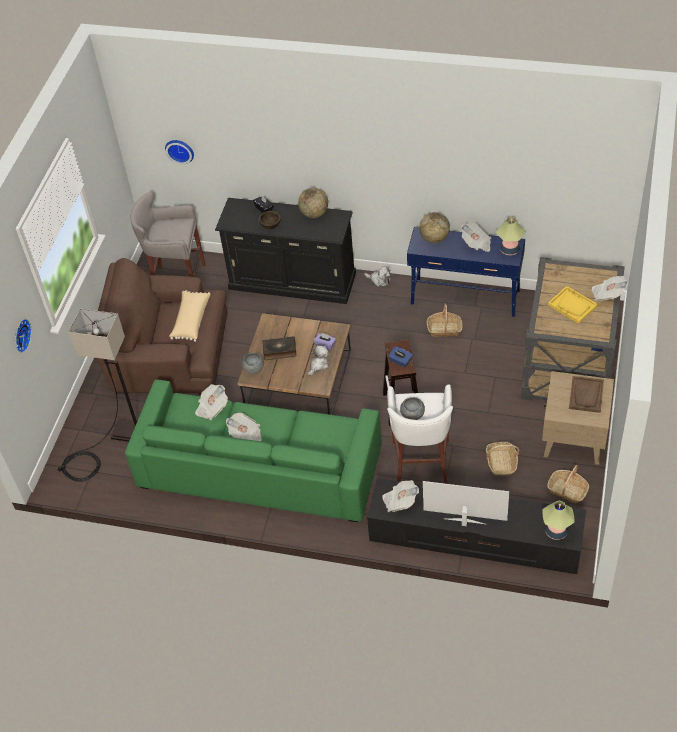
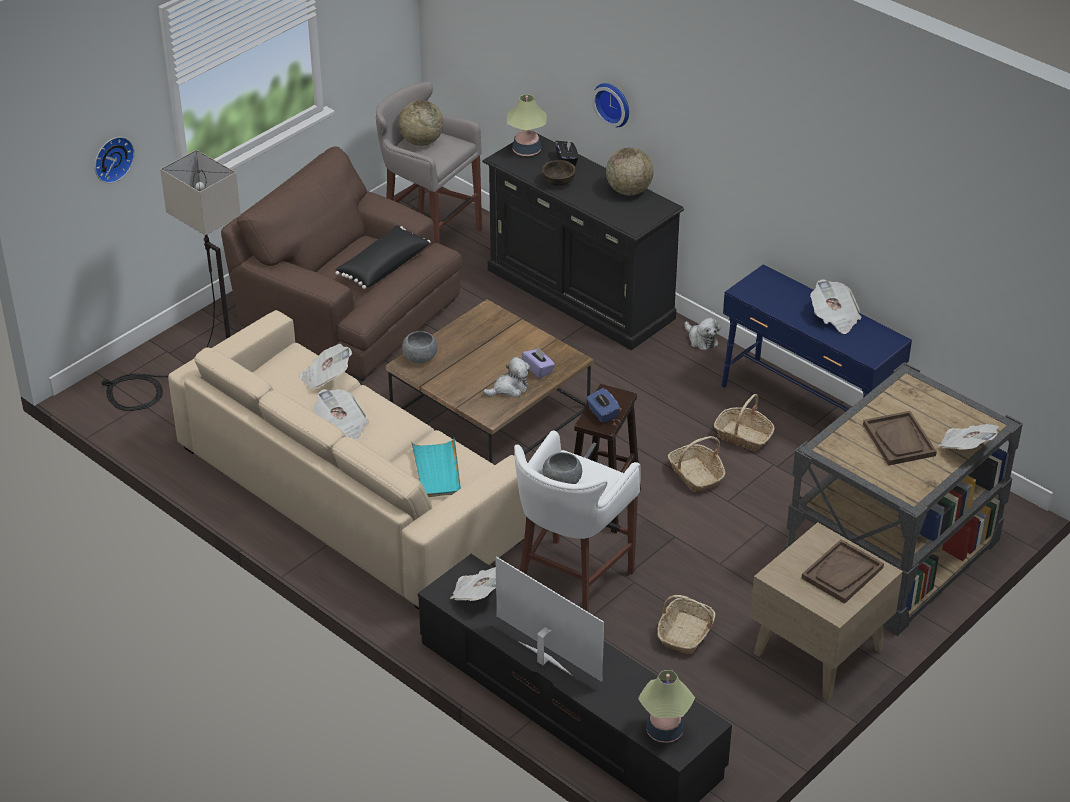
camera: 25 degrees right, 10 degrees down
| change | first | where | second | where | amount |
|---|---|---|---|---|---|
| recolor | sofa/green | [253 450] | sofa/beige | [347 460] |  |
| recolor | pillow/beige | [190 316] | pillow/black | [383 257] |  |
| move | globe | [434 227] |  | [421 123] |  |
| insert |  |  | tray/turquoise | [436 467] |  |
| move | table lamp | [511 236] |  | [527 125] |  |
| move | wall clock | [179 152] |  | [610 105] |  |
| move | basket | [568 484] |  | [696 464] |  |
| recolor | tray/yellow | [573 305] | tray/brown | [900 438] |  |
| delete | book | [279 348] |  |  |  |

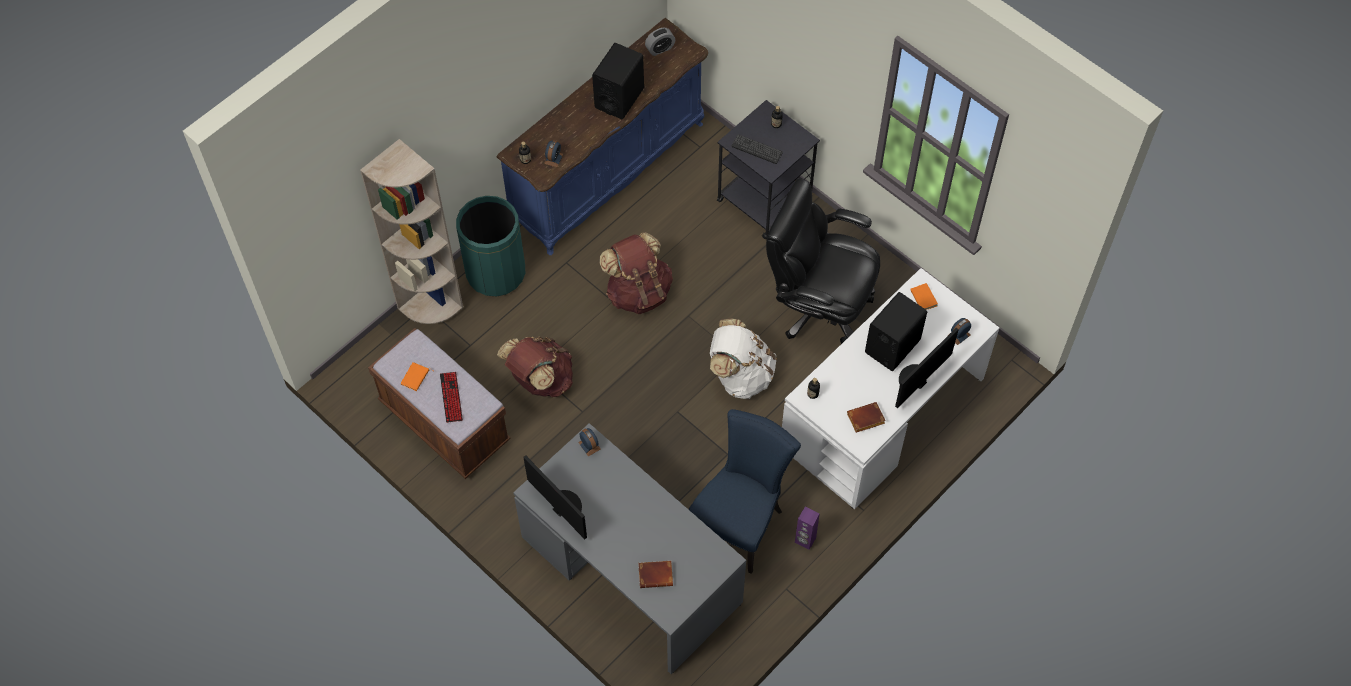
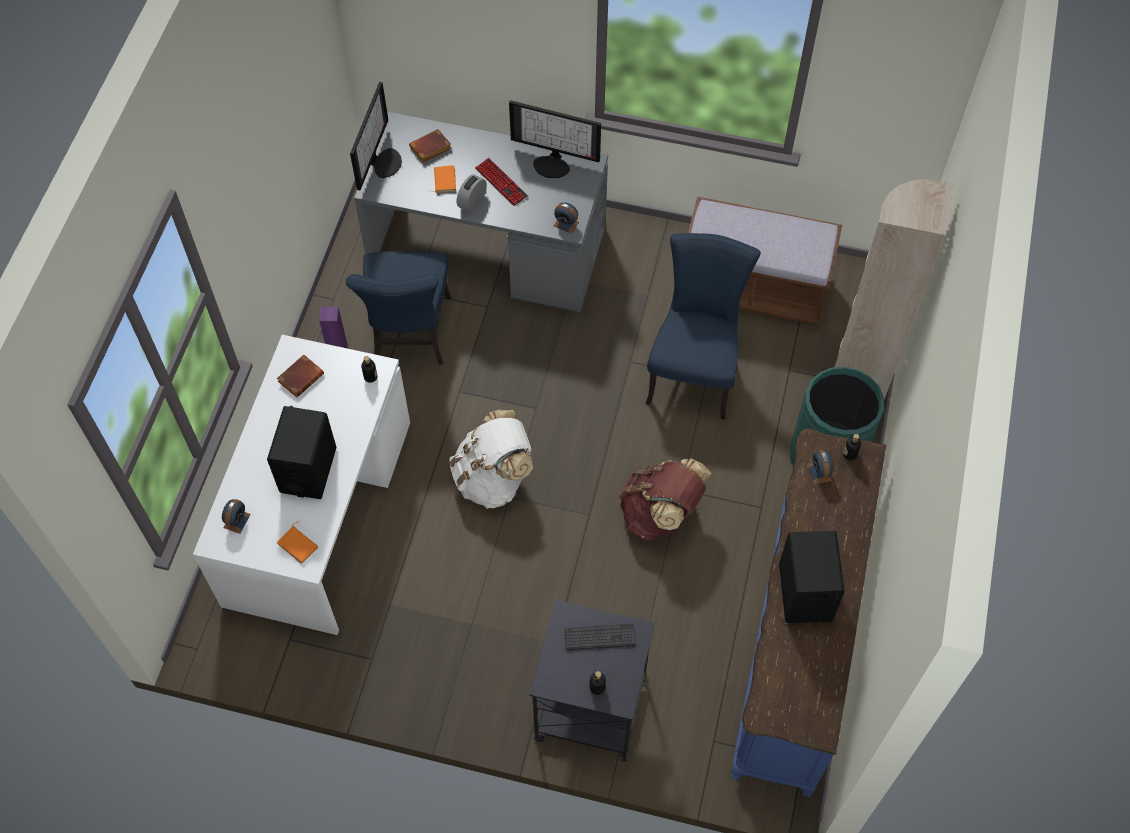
camera: 150 degrees right, 0 degrees up
| change | first | where | second | where | amount |
|---|---|---|---|---|---|
| move | monitor | [927 368] |  | [376 136] |  |
| move | book/orange | [417 376] |  | [445 179] |  |
| move | alarm clock | [660 42] |  | [472 193] |  |
| move | keyboard | [451 397] |  | [501 182] |  |
| replace | backpack/brown | [535 366] | chair/blue | [703 326] |  |
| delete | office chair/black | [823 261] |  |  |  |

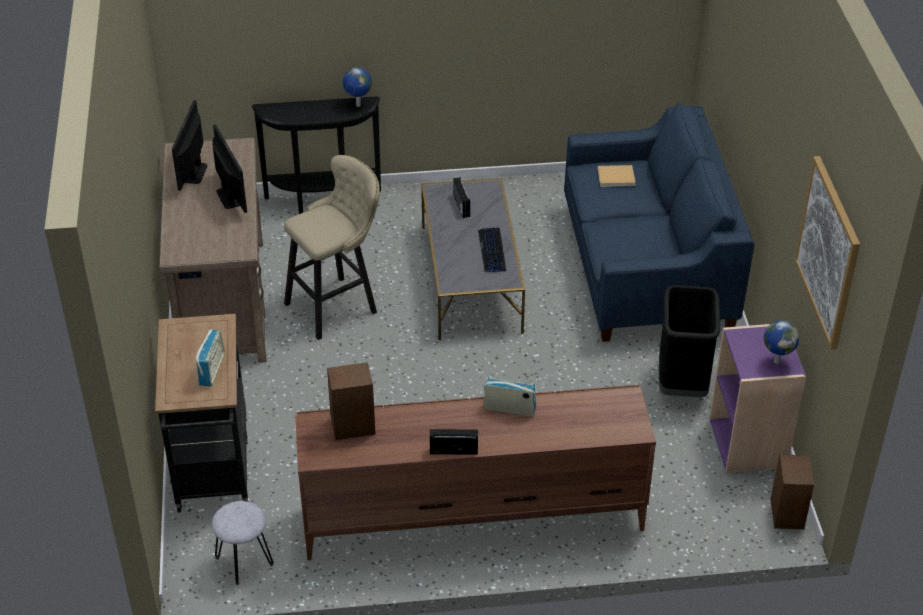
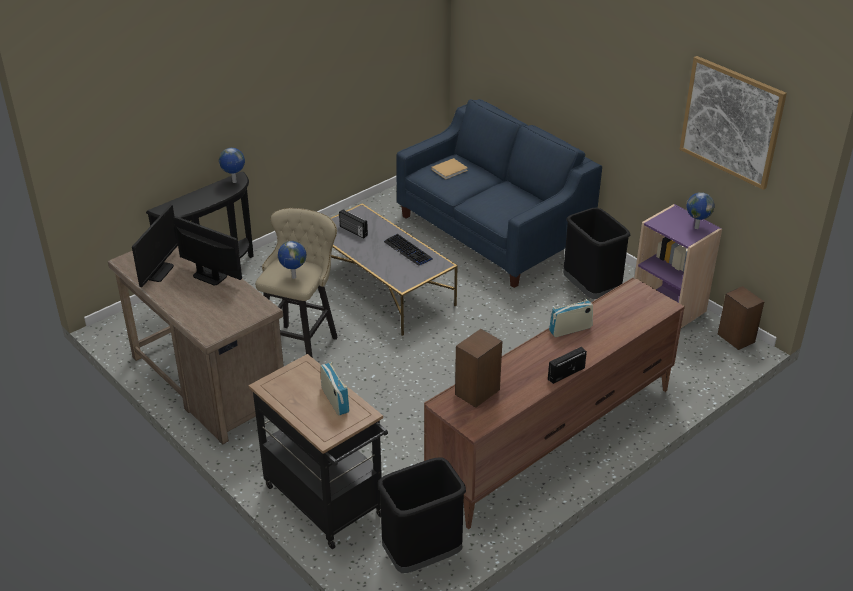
camera: 35 degrees left, 5 degrees down
| change | first | where | second | where | amount |
|---|---|---|---|---|---|
| rotate | monitor | [189 145] |  | [155 246] | 135 degrees counterclockwise |
| insert |  |  | globe | [292 260] |  |
| replace | stool/grey | [242 543] | trash can/black | [422 515] |  |

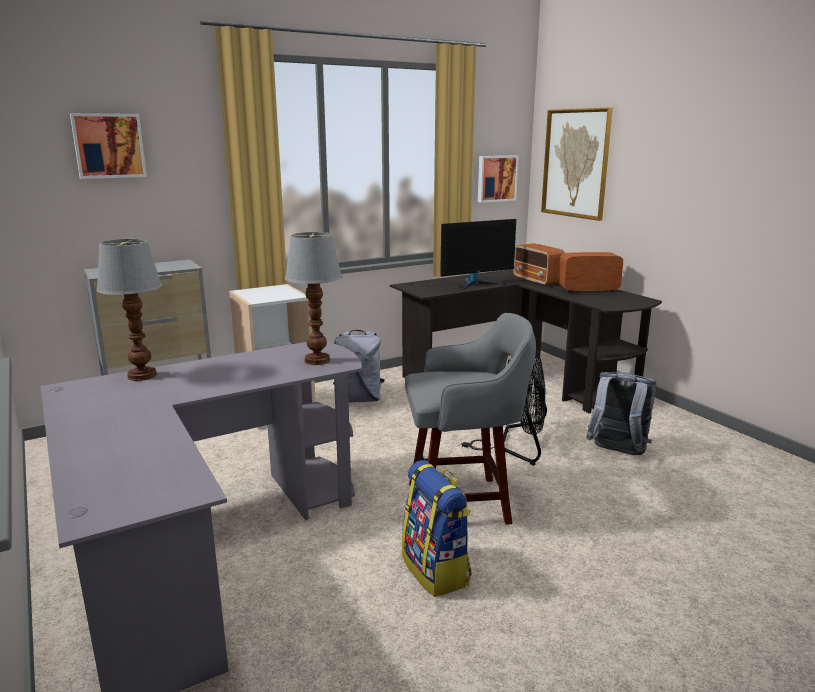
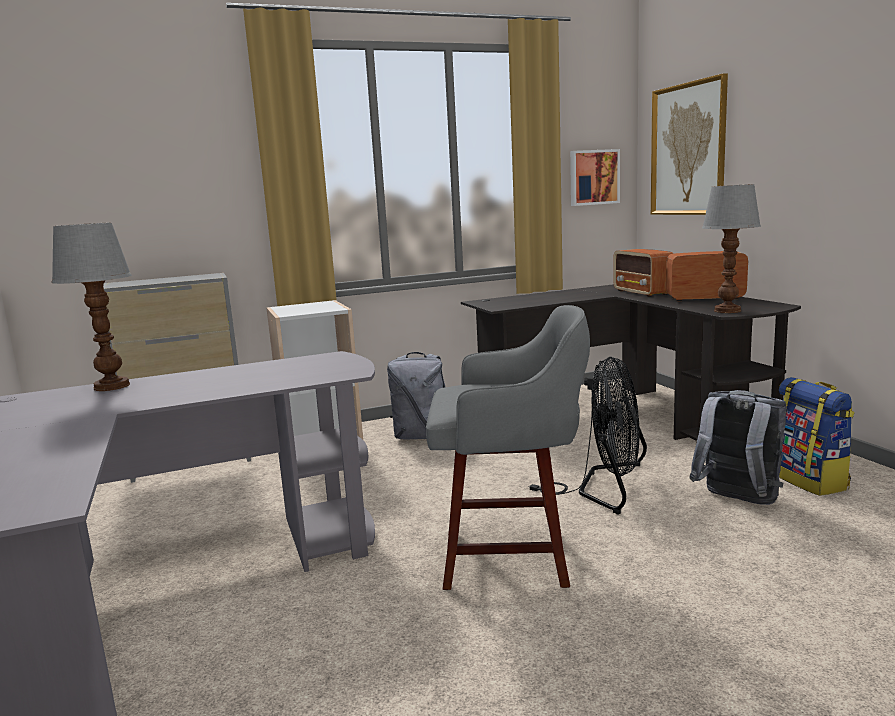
camera: 10 degrees right, 5 degrees down
| change | first | where | second | where | amount |
|---|---|---|---|---|---|
| move | table lamp | [313 298] |  | [731 248] |  |
| move | backpack | [437 528] |  | [817 436] |  |
| delete | picture | [108 146] |  |  |  |
| delete | monitor | [478 254] |  |  |  |

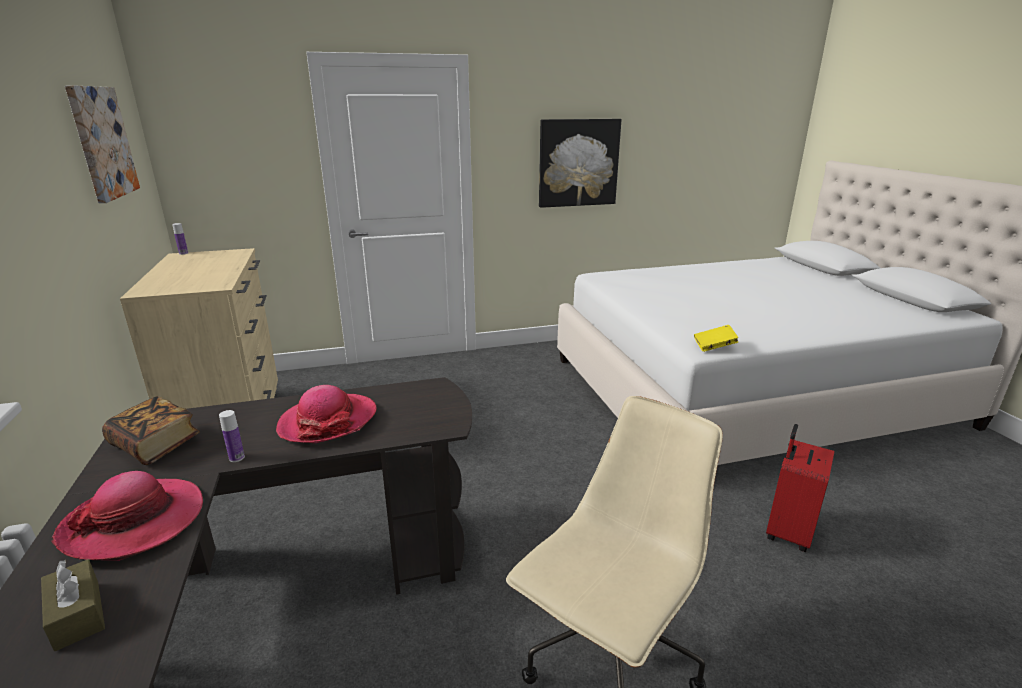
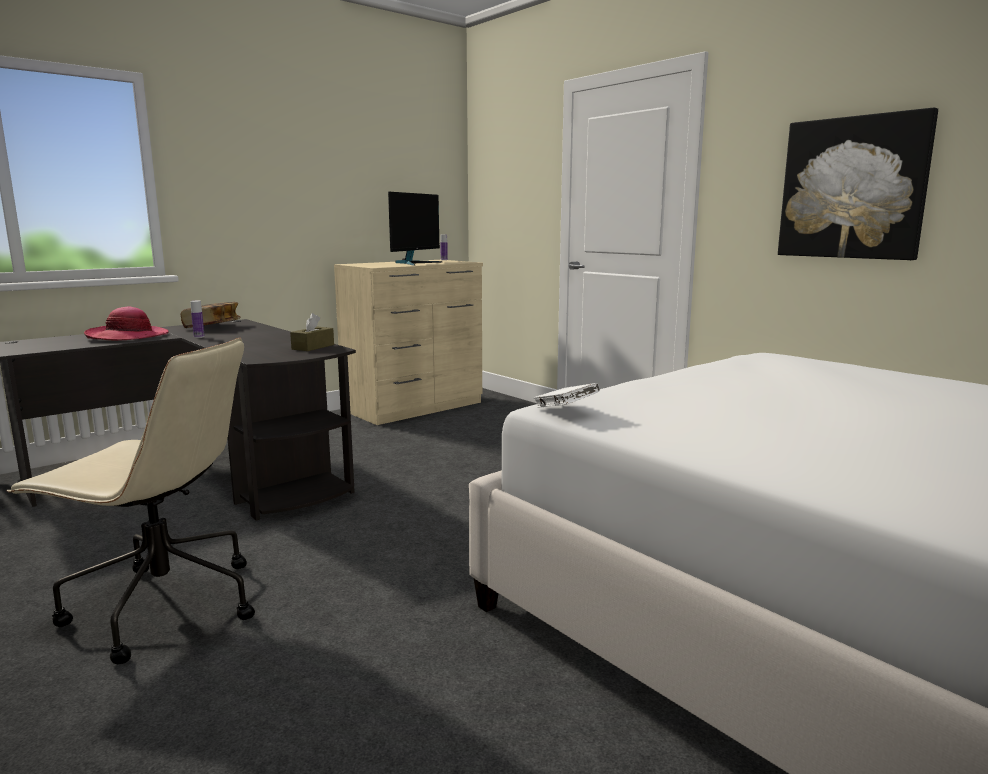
camera: 65 degrees right, 10 degrees down
| change | first | where | second | where | amount |
|---|---|---|---|---|---|
| move | tissue box/brown | [73 605] |  | [312 332] |  |
| insert |  |  | monitor | [415 229] |  |
| recolor | book/yellow | [716 338] | book/white | [567 395] |  |
| delete | picture | [102 144] |  |  |  |
| delete | hat | [326 414] |  |  |  |
| delete | suitcase/red | [800 488] |  |  |  |

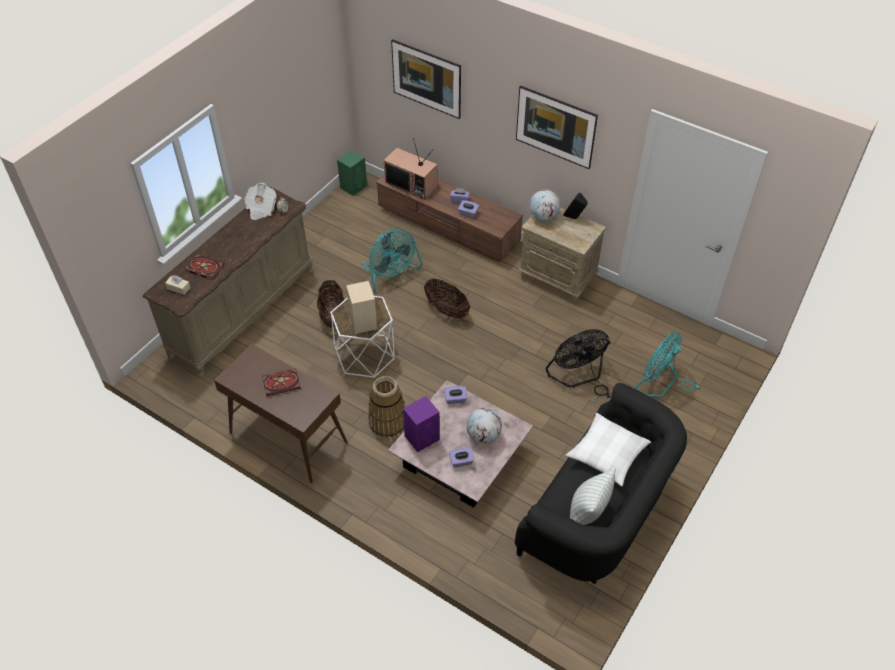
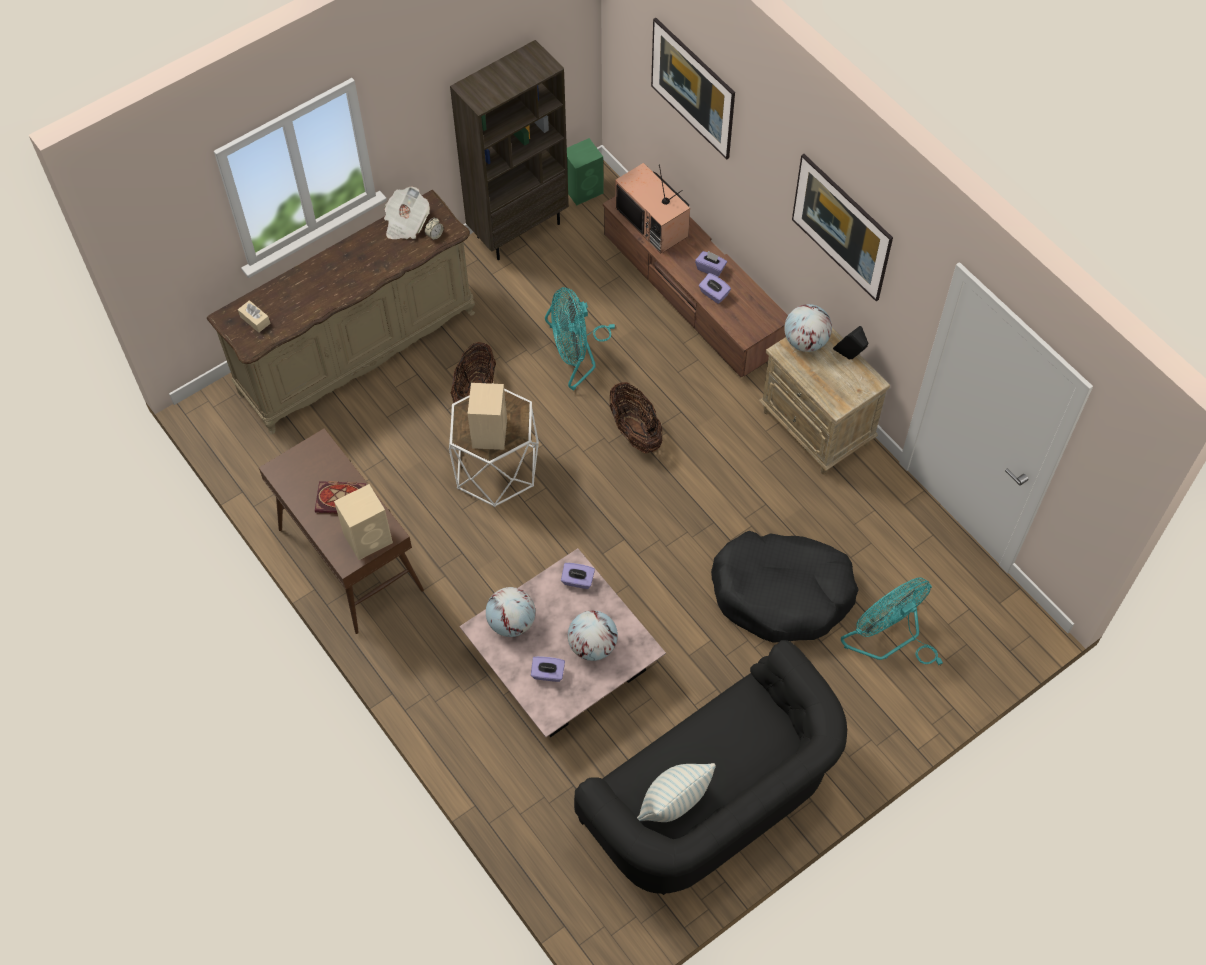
camera: 20 degrees right, 10 degrees up
| change | first | where | second | where | amount |
|---|---|---|---|---|---|
| insert |  |  | speaker/beige | [363 522] |  |
| insert |  |  | bookcase/brown | [509 150] |  |
| replace | speaker/purple | [421 424] | globe | [510 612] |  |
| rotate | fan/turquoise | [392 261] |  | [580 339] | 90 degrees clockwise |
| replace | fan/black | [578 363] | dog bed/black | [785 586] |  |
| delete | book | [205 267] |  |  |  |
| delete | basket | [386 407] |  |  |  |
| delete | pillow/white | [608 450] |  |  |  |

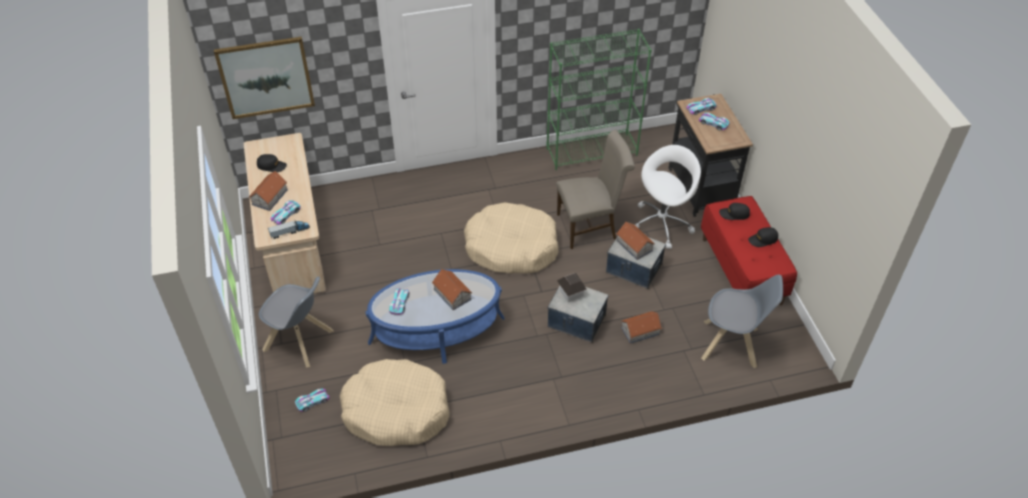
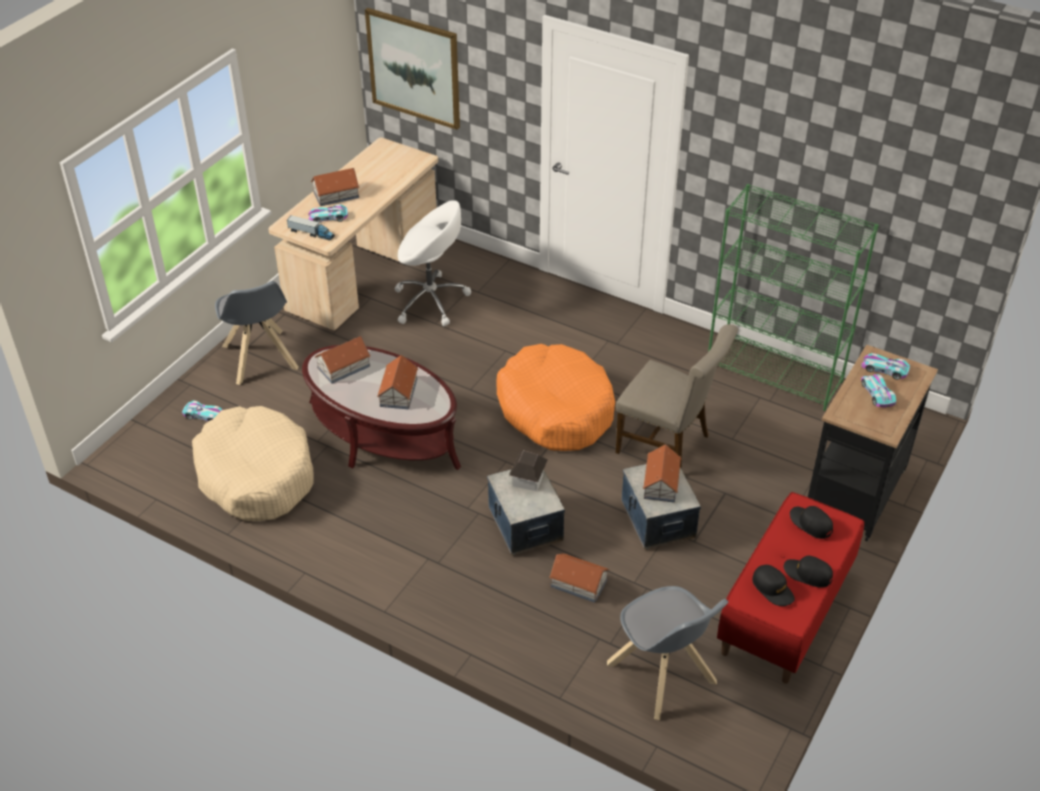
camera: 45 degrees right, 5 degrees down
| change | first | where | second | where | amount |
|---|---|---|---|---|---|
| recolor | coffee table/blue | [435 316] | coffee table/brown | [381 407] |  |
| replace | toy car | [399 301] | toy house | [343 360] |  |
| move | office chair/white | [668 197] |  | [433 263] |  |
| recolor | dog bed/beige | [511 238] | dog bed/orange | [556 397] |  |
| move | cap/black | [272 163] |  | [773 585] |  |

